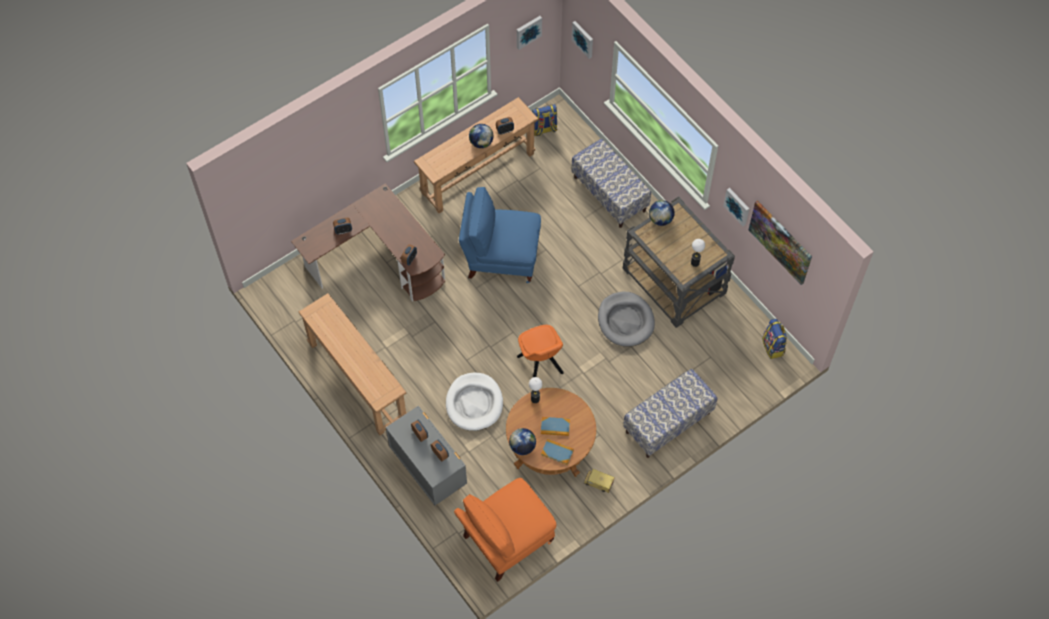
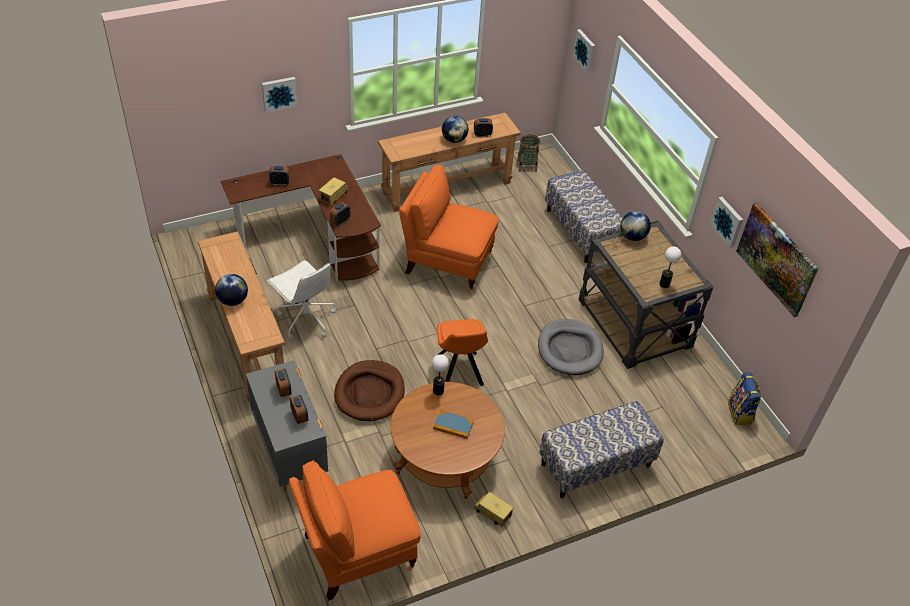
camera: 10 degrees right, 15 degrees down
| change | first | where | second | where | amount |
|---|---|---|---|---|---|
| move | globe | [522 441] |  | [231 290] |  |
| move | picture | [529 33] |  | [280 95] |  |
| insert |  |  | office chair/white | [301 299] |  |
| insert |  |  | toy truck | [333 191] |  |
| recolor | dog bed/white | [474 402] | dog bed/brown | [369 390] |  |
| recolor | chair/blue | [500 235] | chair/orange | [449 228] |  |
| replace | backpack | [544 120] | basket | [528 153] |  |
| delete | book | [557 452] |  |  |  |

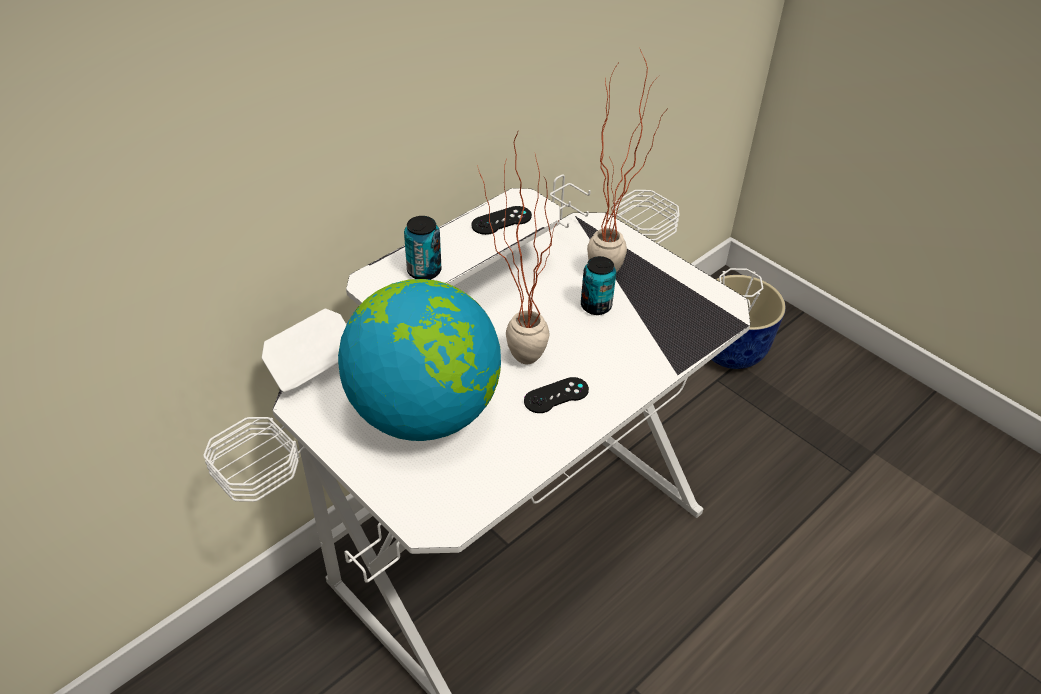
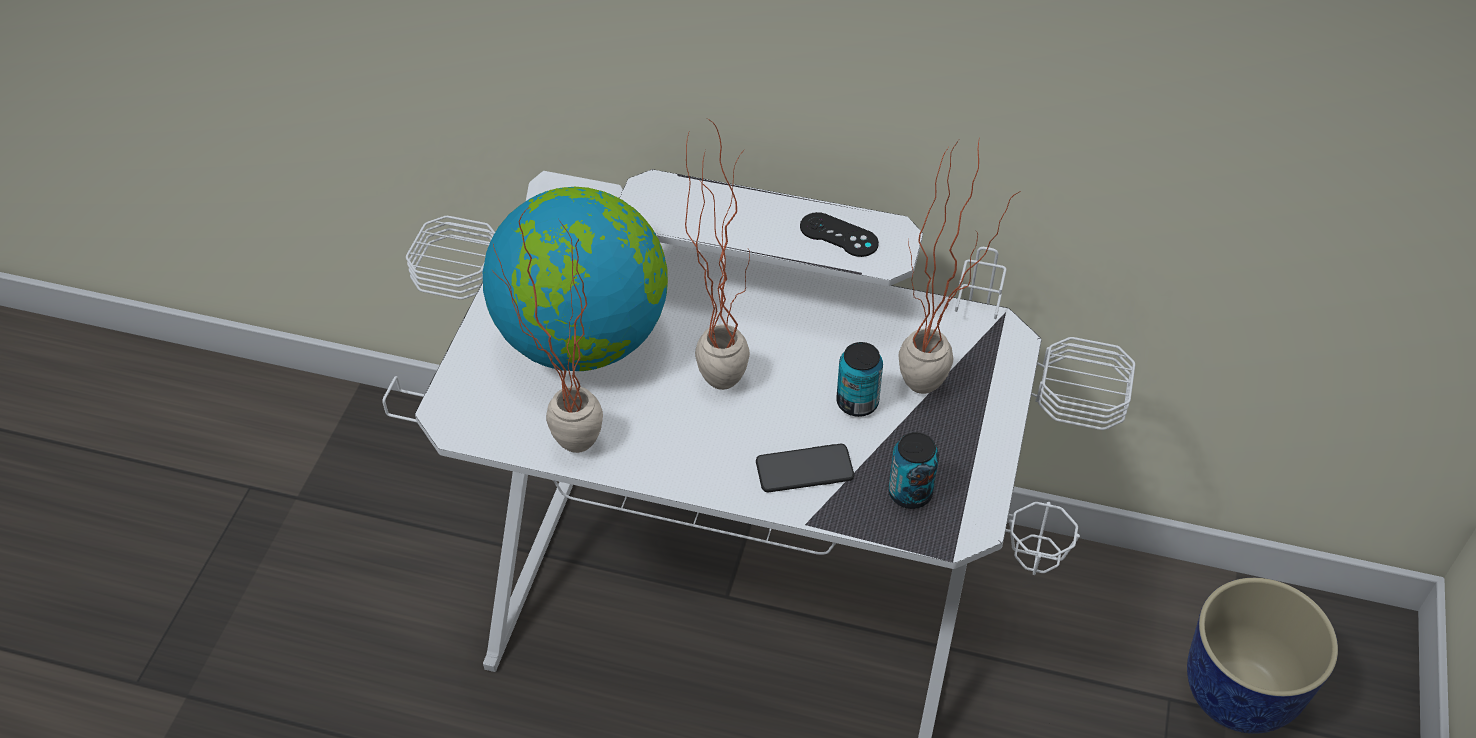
camera: 60 degrees right, 5 degrees up
| change | first | where | second | where | amount |
|---|---|---|---|---|---|
| insert |  |  | potted plant | [548 330] |  |
| insert |  |  | phone | [805 468] |  |
| move | can | [423 248] |  | [913 470] |  |
| delete | game controller/black | [556 395] |  |  |  |

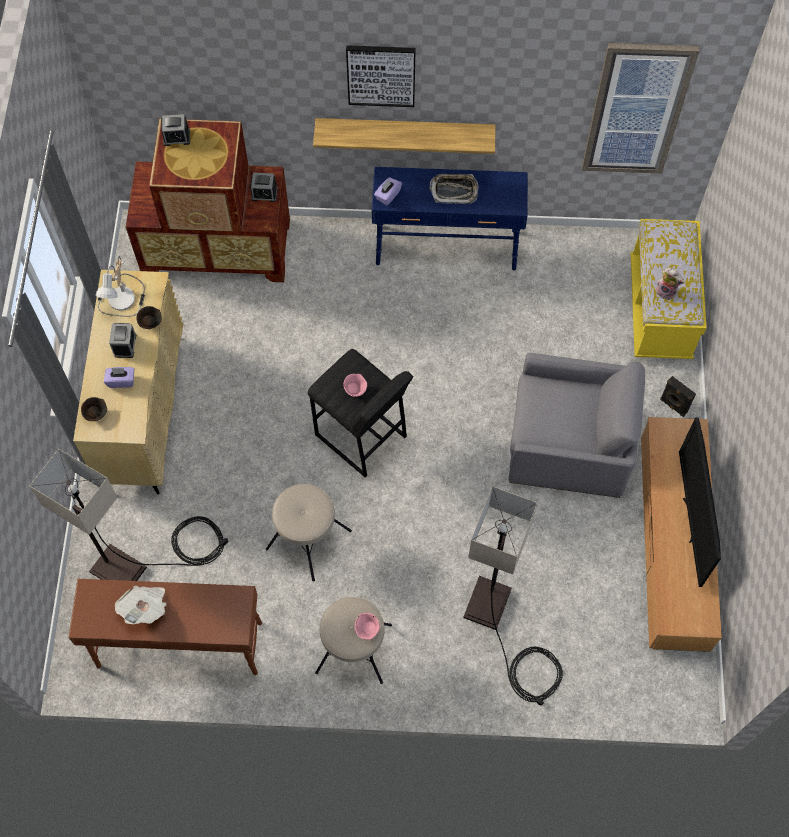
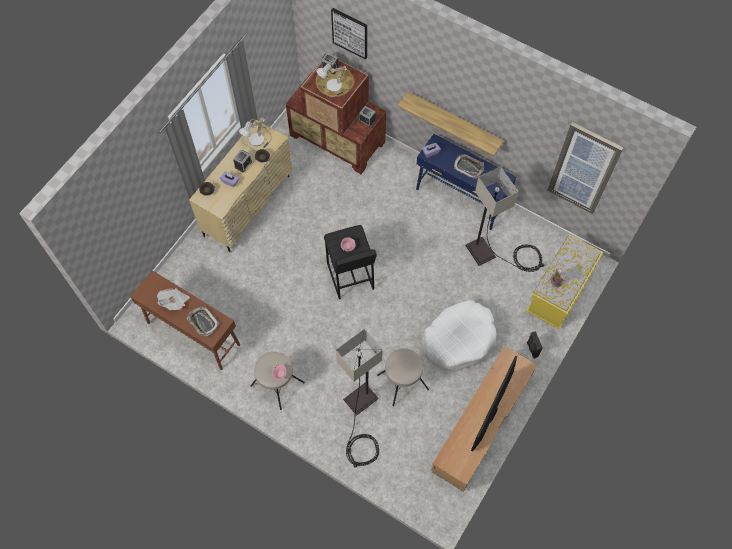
camera: 30 degrees right, 0 degrees up
| change | first | where | second | where | amount |
|---|---|---|---|---|---|
| insert |  |  | tray | [203 321] |  |
| insert |  |  | table lamp | [332 80] |  |
| move | picture | [381 76] |  | [349 34] |  |
| move | stool/beige | [309 532] |  | [403 378] |  |
| replace | armchair/grey | [577 425] | dog bed/white | [460 335] |  |
| move | floor lamp | [128 515] |  | [505 219] |  |

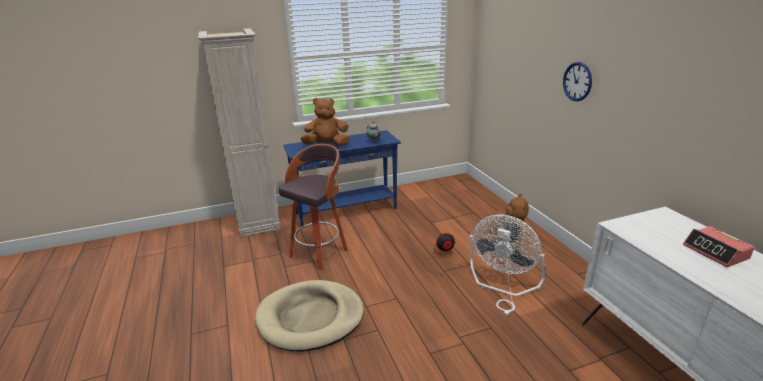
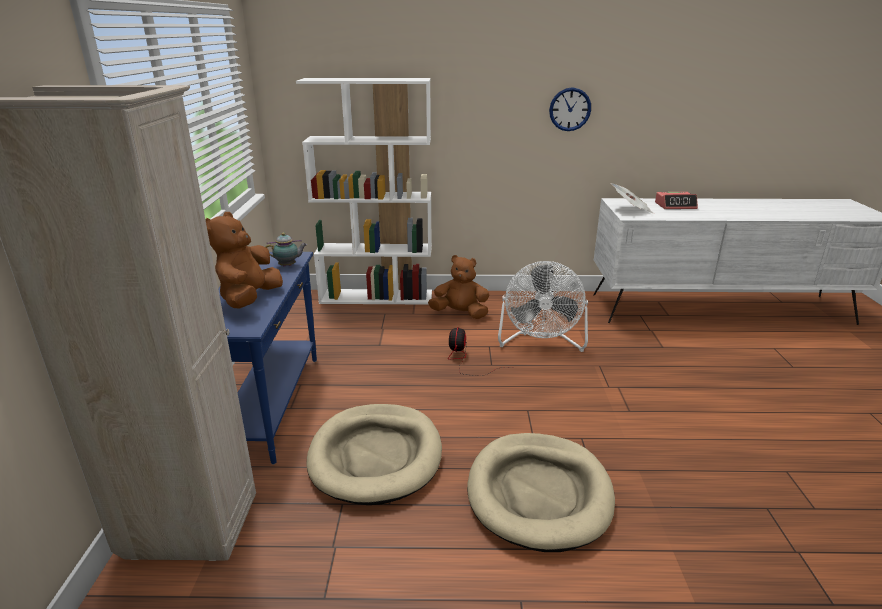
camera: 70 degrees left, 0 degrees up
| change | first | where | second | where | amount |
|---|---|---|---|---|---|
| insert |  |  | bookcase/white | [364 191] |  |
| replace | stool | [313 207] | dog bed/beige | [374 454] |  |
| rotate | fan/white | [507 265] |  | [543 306] | 135 degrees counterclockwise |
| move | wall clock | [577 81] |  | [570 109] |  |
| insert |  |  | newspaper | [632 198] |  |

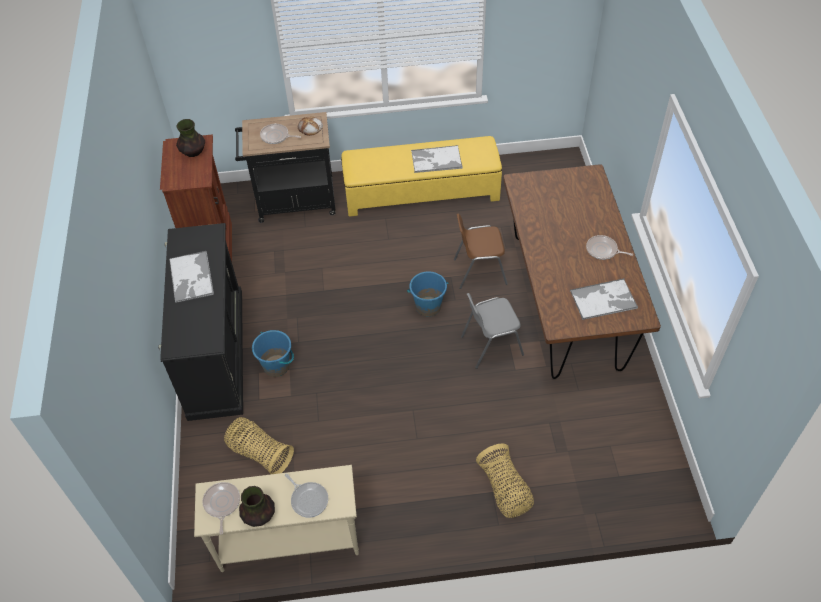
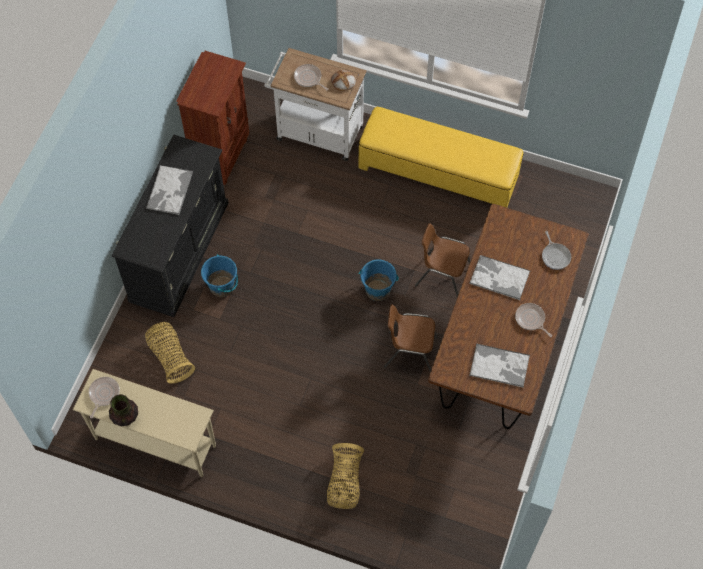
camera: 25 degrees right, 10 degrees up
| change | first | where | second | where | amount |
|---|---|---|---|---|---|
| recolor | cart/black | [285 167] | cart/white | [315 104] |  |
| recolor | chair/grey | [492 331] | chair/brown | [410 338] |  |
| move | tray | [437 159] |  | [499 277] |  |
| move | frying pan | [306 495] |  | [556 250] |  |
| delete | vase | [190 138] |  |  |  |

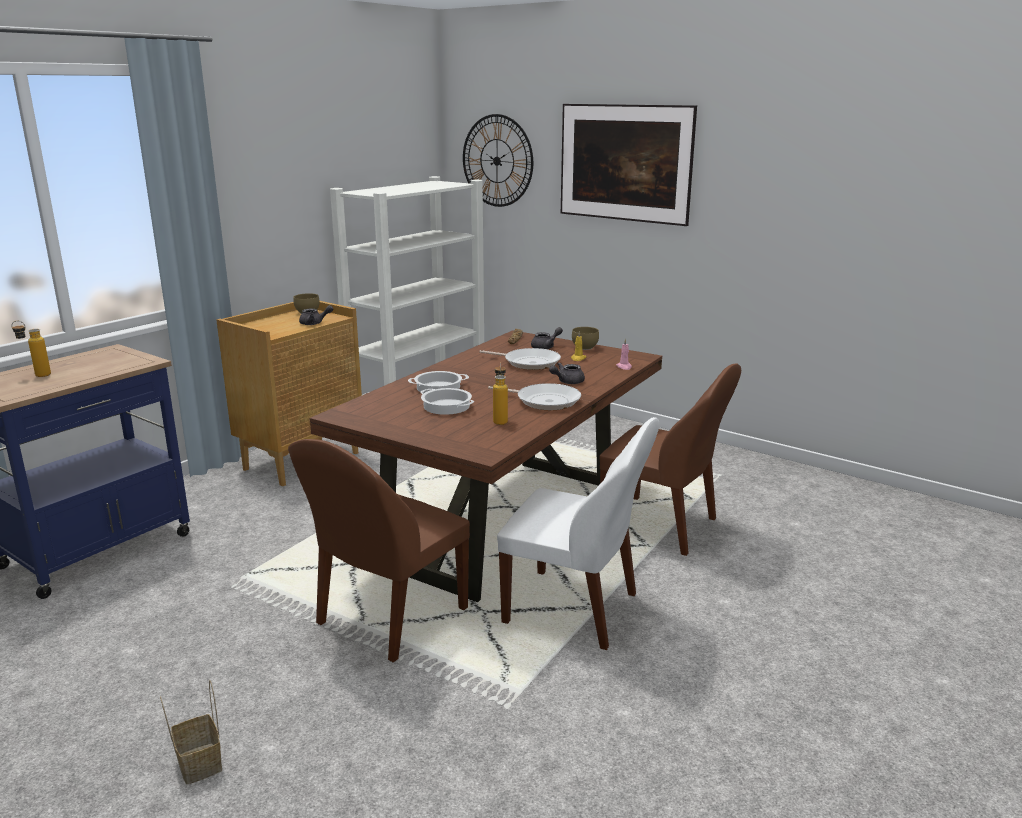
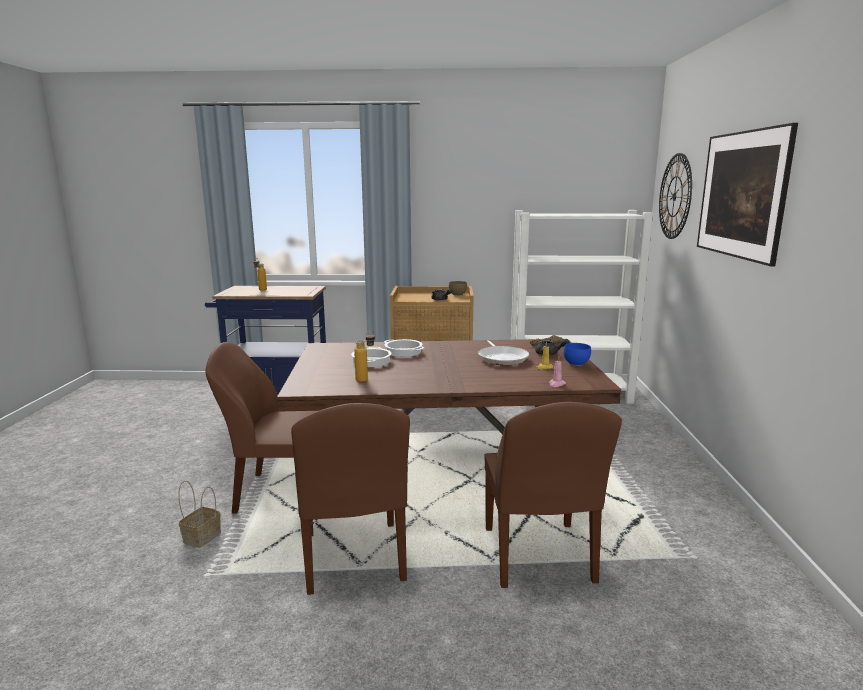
camera: 55 degrees right, 5 degrees down
| change | first | where | second | where | amount |
|---|---|---|---|---|---|
| move | basket | [191 732] |  | [199 514] |  |
| recolor | chair/white | [578 533] | chair/brown | [350 499] |  |
| recolor | bowl/brown | [585 338] | bowl/blue | [577 354] |  |
| delete | frying pan | [534 396] |  |  |  |
| delete | teapot/grey | [567 373] |  |  |  |

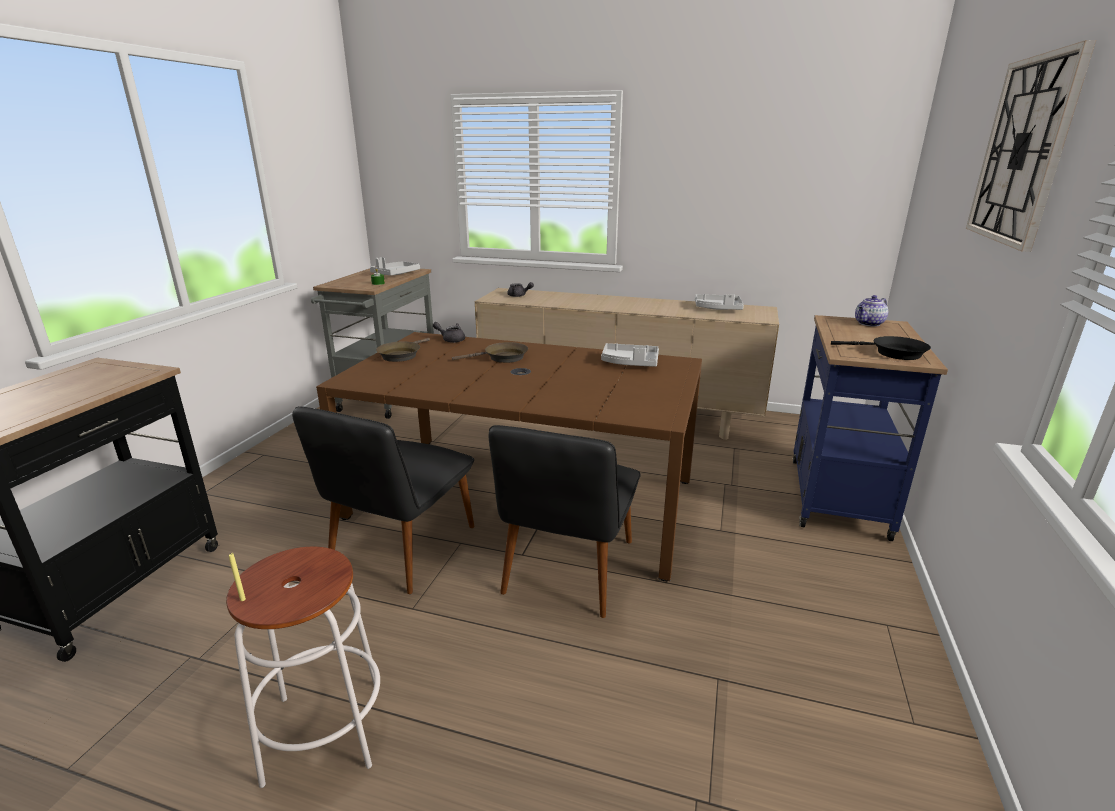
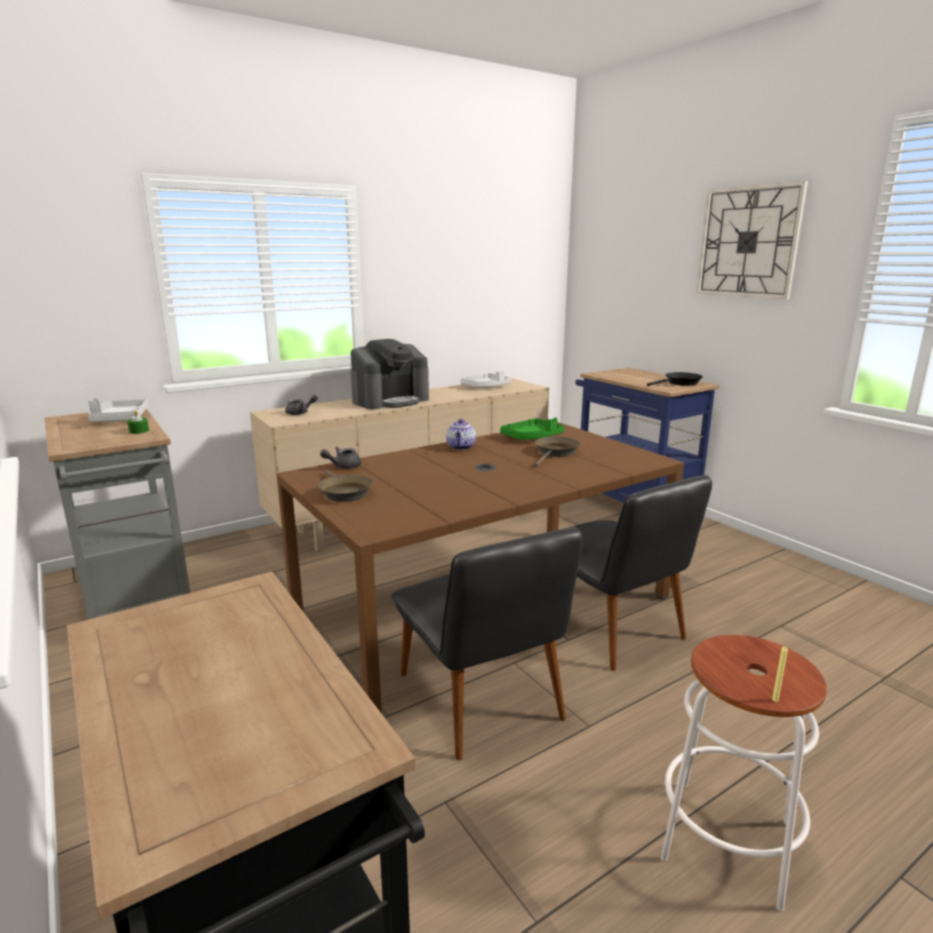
camera: 50 degrees left, 5 degrees down
| change | first | where | second | where | amount |
|---|---|---|---|---|---|
| insert |  |  | coffee machine | [390 374] |  |
| move | teapot | [871 310] |  | [461 434] |  |
| recolor | tray/grey | [630 355] | tray/green | [532 429] |  |
| move | frying pan/brown | [490 352] |  | [557 451] |  |

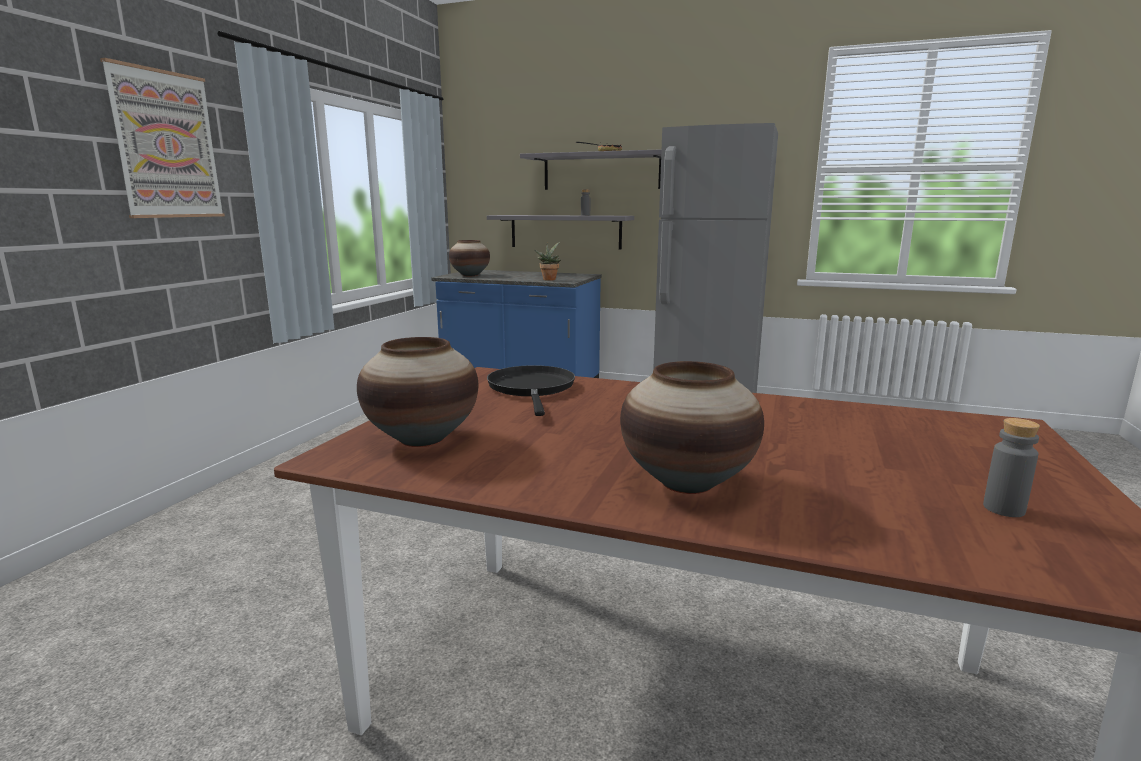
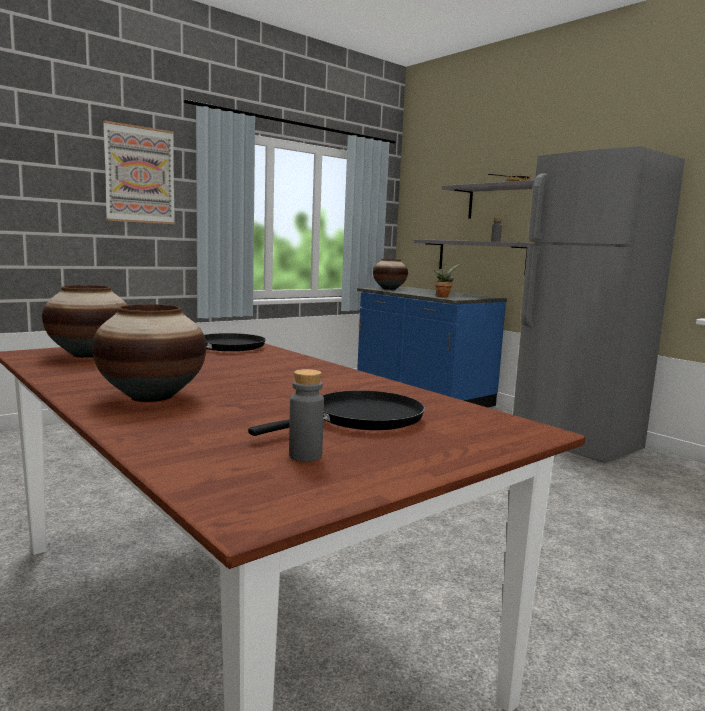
camera: 30 degrees right, 5 degrees down
| change | first | where | second | where | amount |
|---|---|---|---|---|---|
| insert |  |  | frying pan/black | [336 413] |  |

